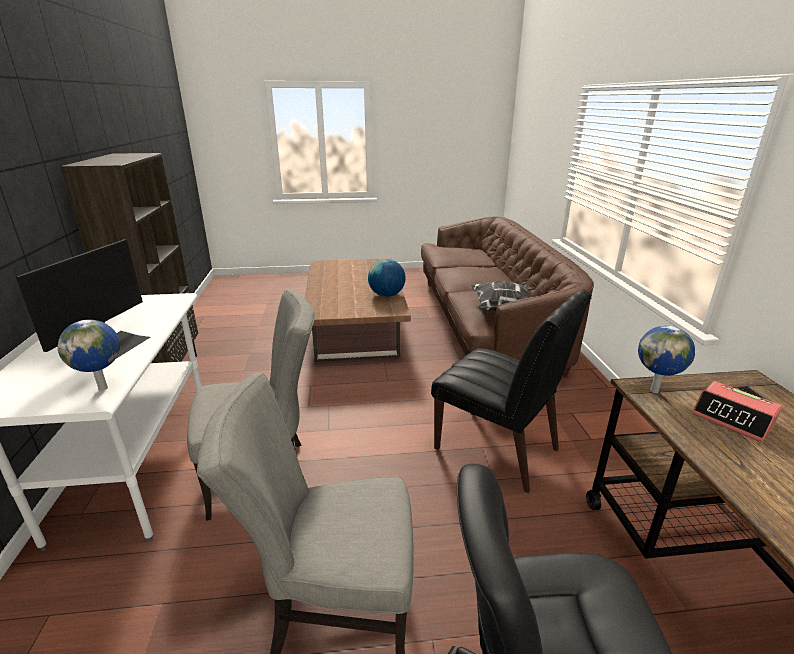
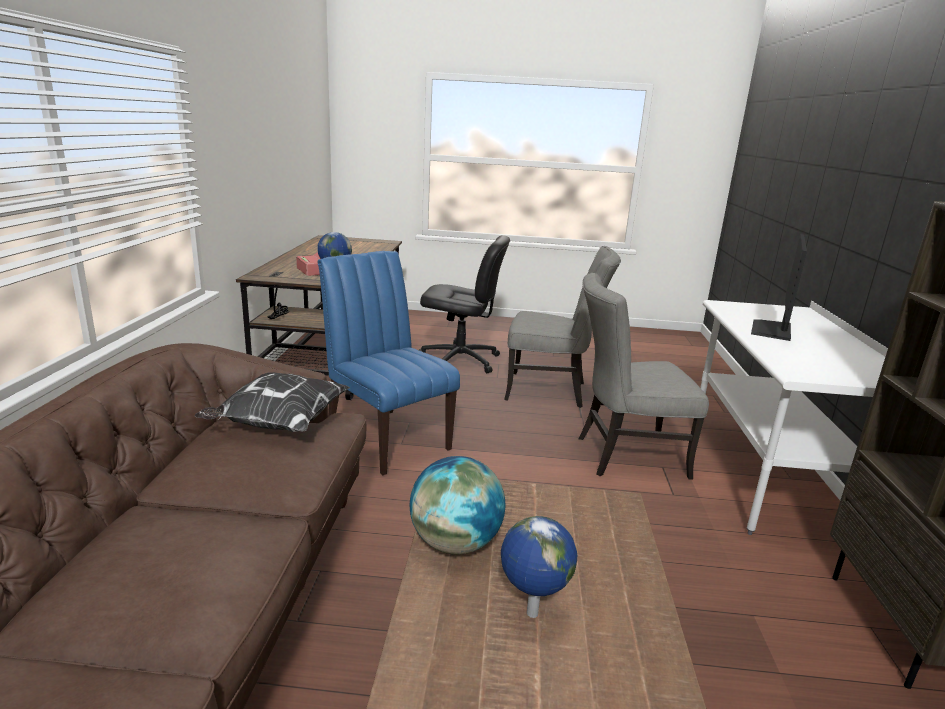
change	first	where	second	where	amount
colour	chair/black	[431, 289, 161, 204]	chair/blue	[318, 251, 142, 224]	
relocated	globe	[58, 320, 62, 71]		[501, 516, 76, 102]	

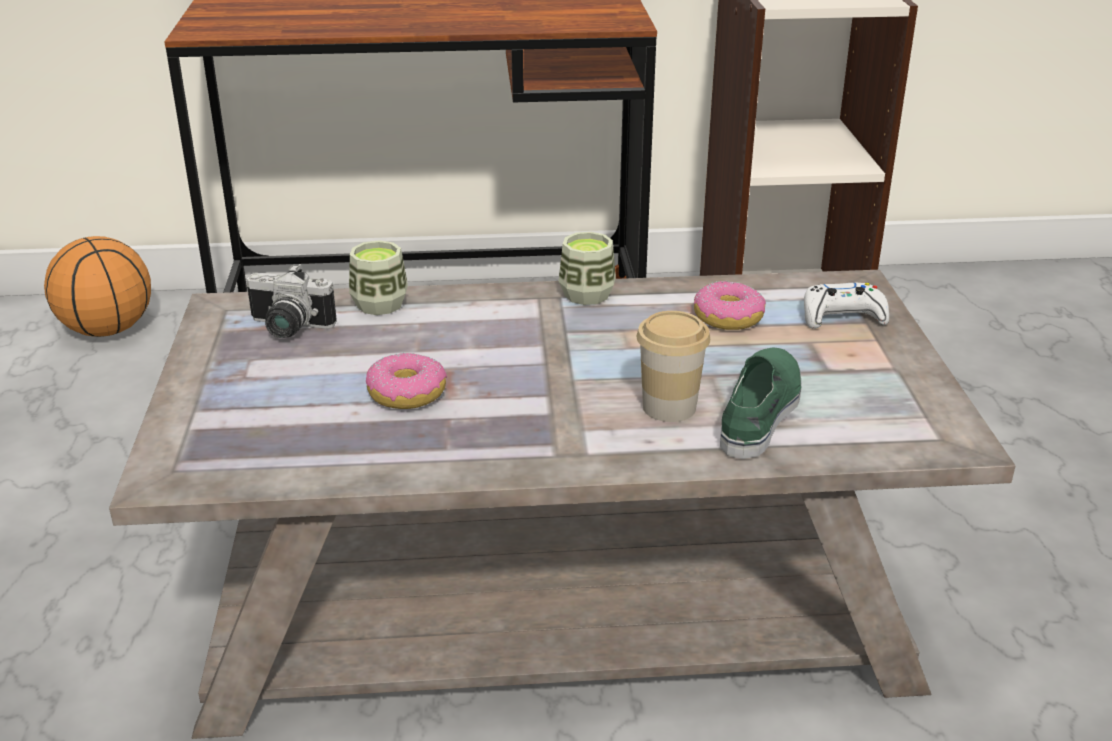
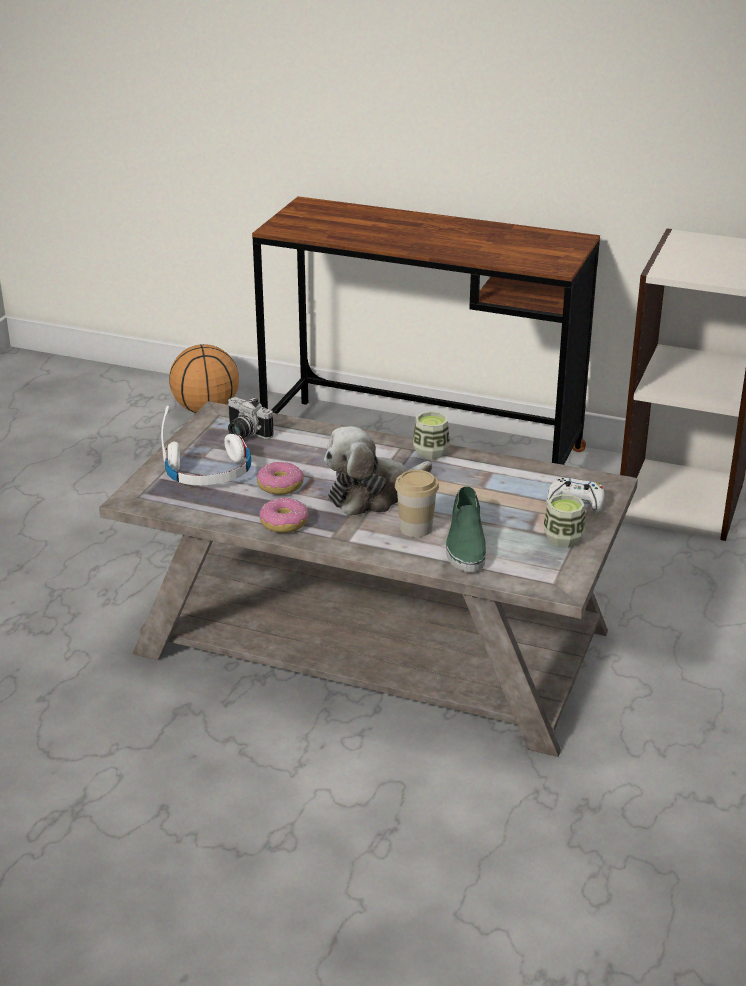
change	first	where	second	where	amount
appeared			headphones/white	[161, 406, 90, 79]	
relocated	donut	[694, 281, 72, 49]		[260, 497, 48, 36]	
appeared			plush toy	[324, 426, 108, 90]	
spun	shoe/green	[720, 347, 82, 112]		[446, 486, 40, 86]	135 degrees clockwise
relocated	cup	[349, 240, 59, 75]		[543, 494, 42, 54]	

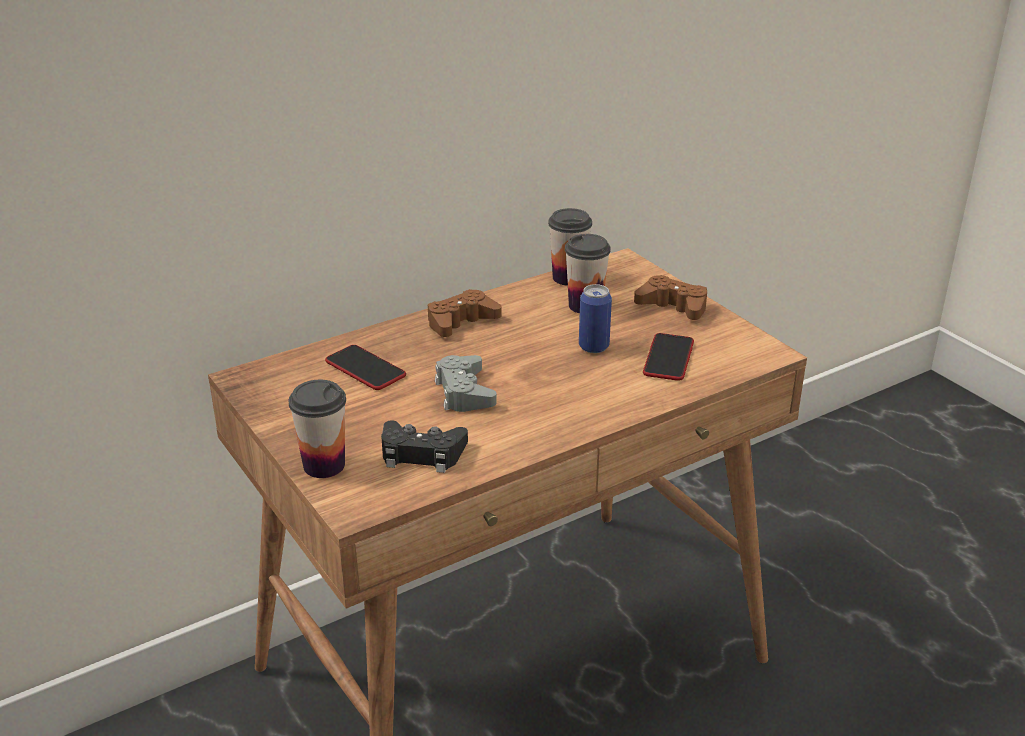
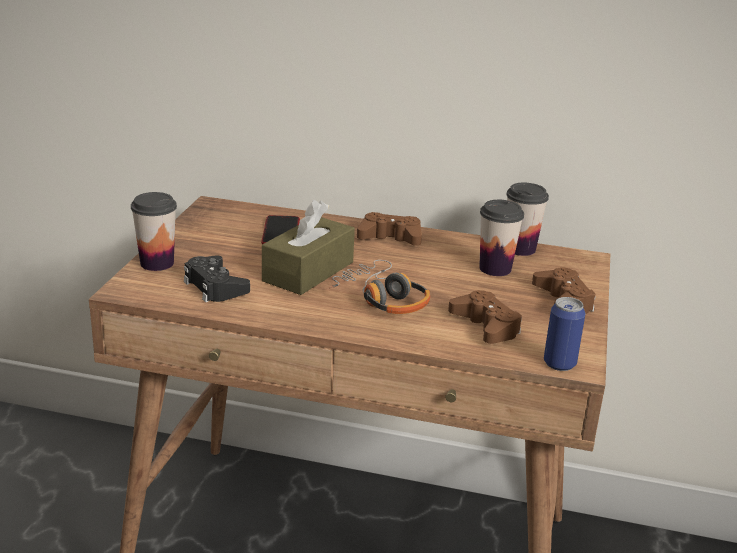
change	first	where	second	where	amount
exchanged	game controller/grey	[435, 355, 62, 57]	tissue box/brown	[262, 200, 93, 95]	
appeared			headphones	[329, 260, 101, 54]	
exchanged	phone	[643, 333, 51, 48]	game controller/brown	[448, 290, 74, 54]	
relocated	can	[579, 284, 33, 69]		[544, 297, 41, 74]	

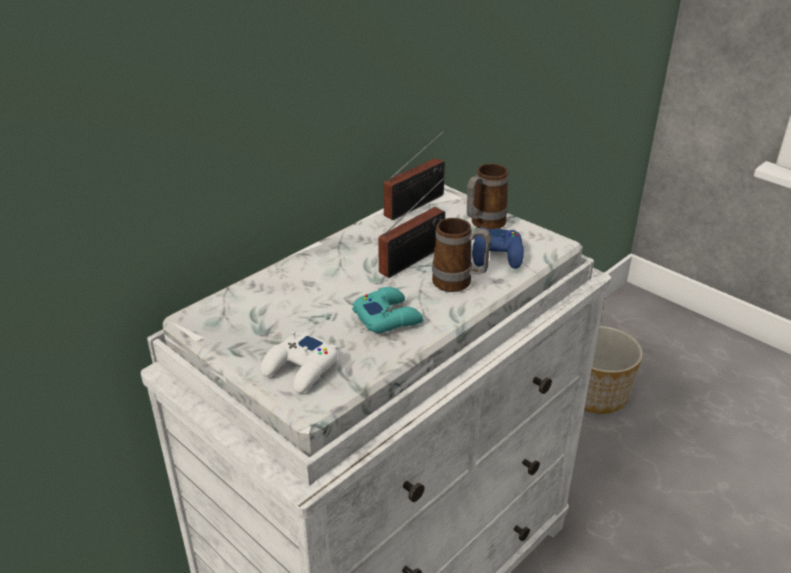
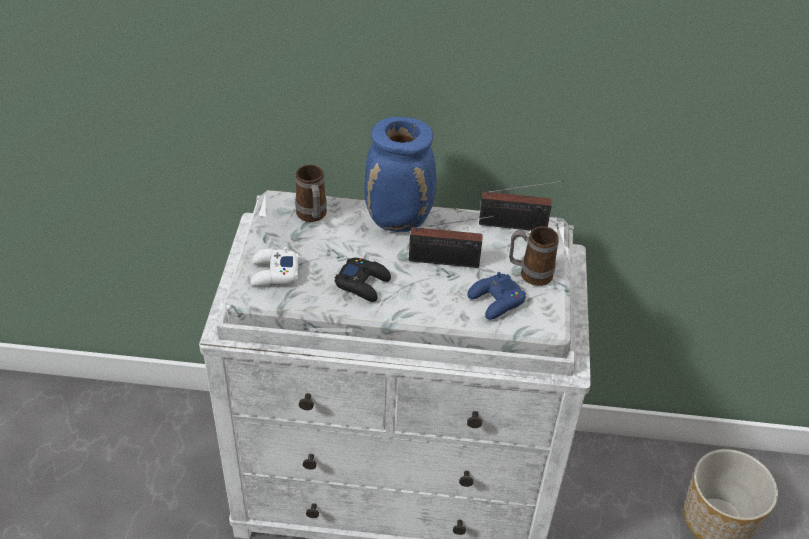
change	first	where	second	where	amount
relocated	mug	[432, 218, 59, 74]		[295, 165, 32, 57]	
colour	game controller/turquoise	[352, 287, 71, 46]	game controller/black	[334, 258, 57, 44]	
appeared			vase/blue	[365, 117, 71, 115]	

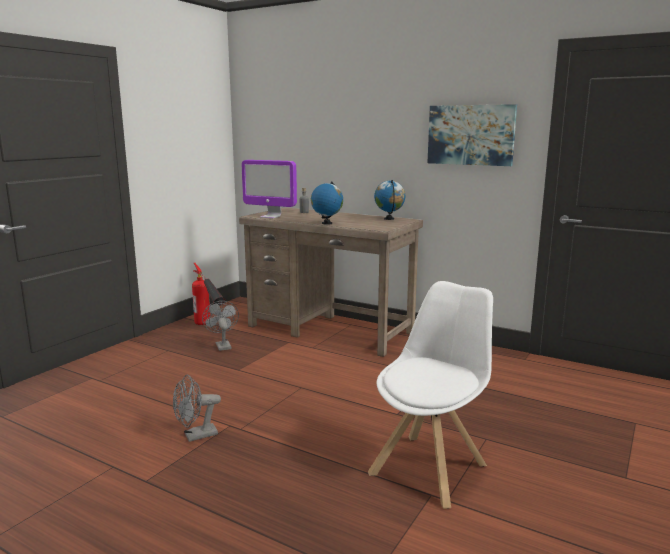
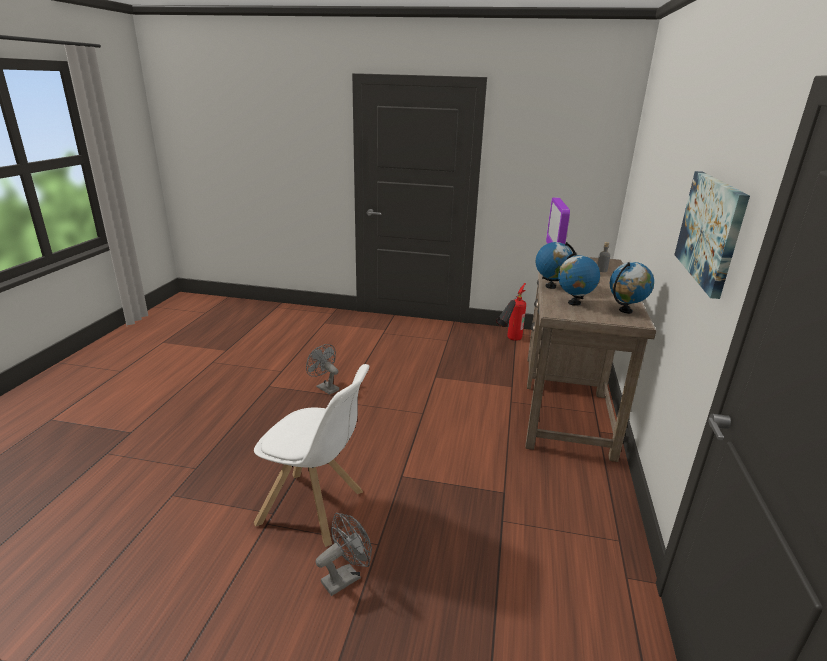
change	first	where	second	where	amount
relocated	fan/grey	[202, 301, 37, 50]		[316, 513, 56, 83]	
appeared			globe	[558, 252, 42, 54]	

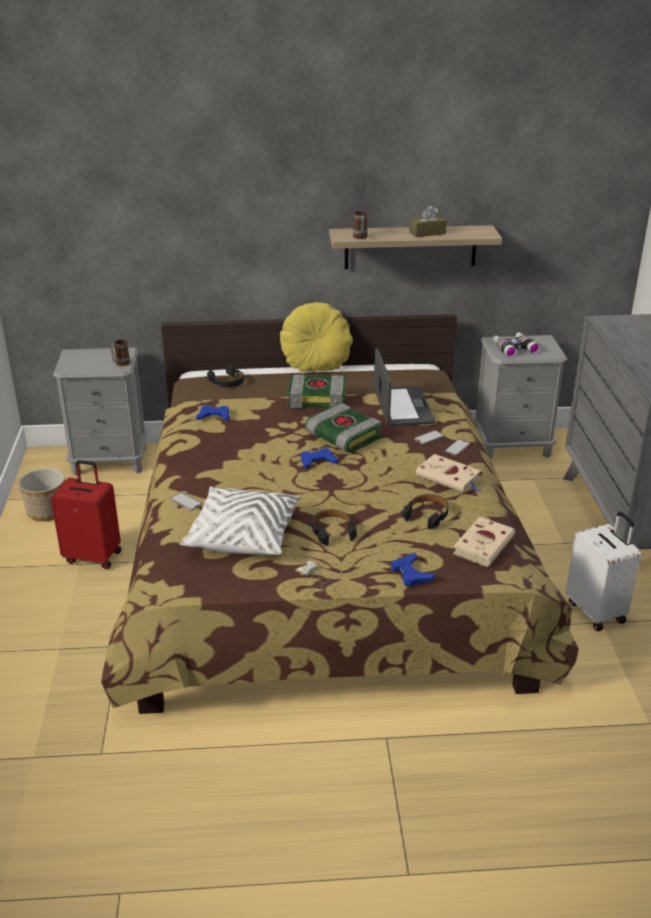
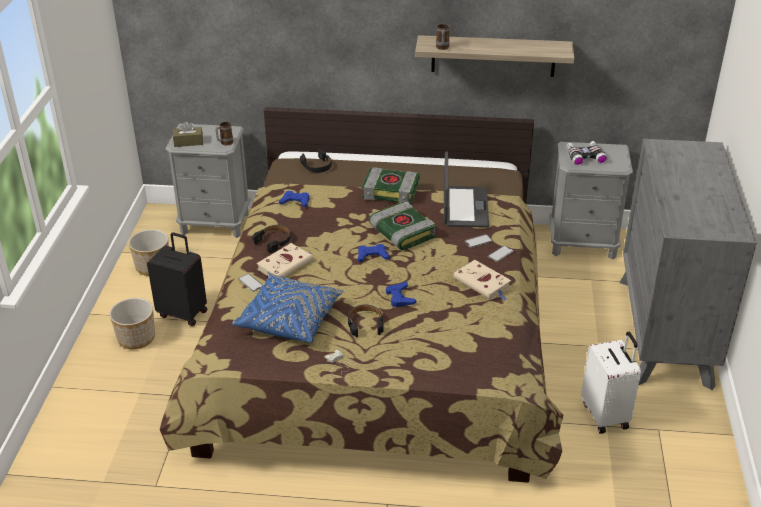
change	first	where	second	where	amount
appeared			planter	[110, 298, 45, 51]	
colour	suitcase/red	[51, 460, 71, 109]	suitcase/black	[147, 232, 60, 94]	
relocated	tissue box/brown	[409, 206, 38, 31]		[173, 121, 30, 26]	
colour	pillow/white	[179, 487, 122, 68]	pillow/blue	[232, 273, 111, 70]	
relocated	headphones/black	[402, 494, 47, 35]		[252, 225, 39, 27]	
relocated	book/beige	[453, 517, 62, 50]		[257, 243, 56, 34]	
relocated	game controller/blue	[391, 553, 44, 34]		[386, 282, 30, 25]	
missing	pillow/yellow	[280, 302, 73, 70]			

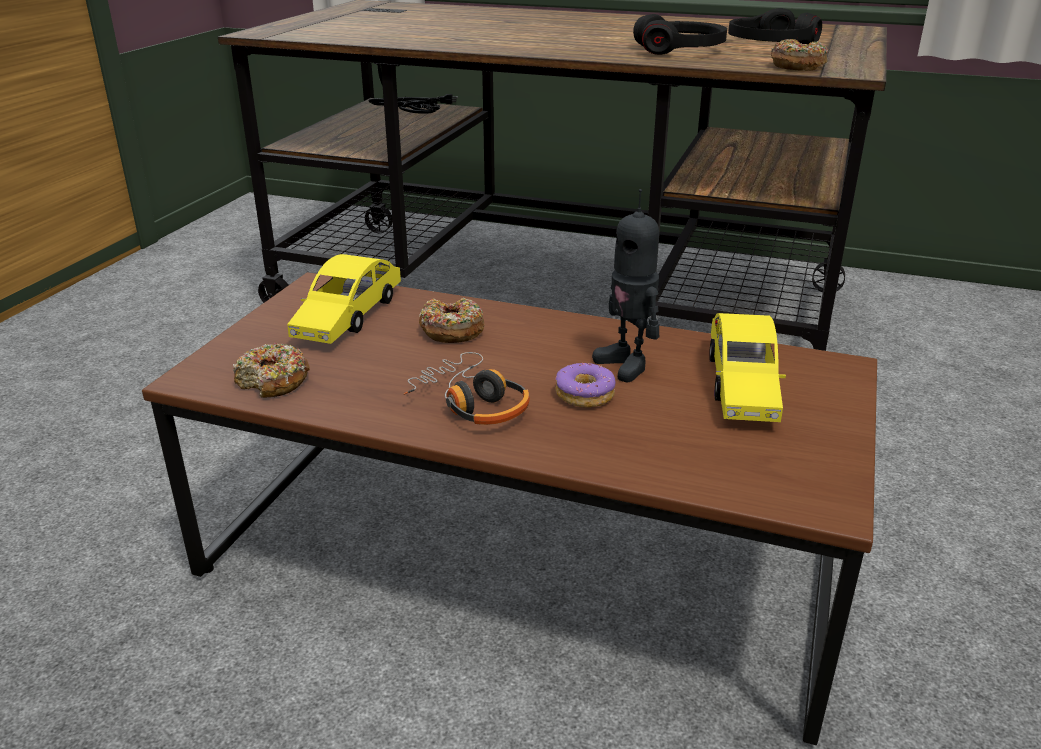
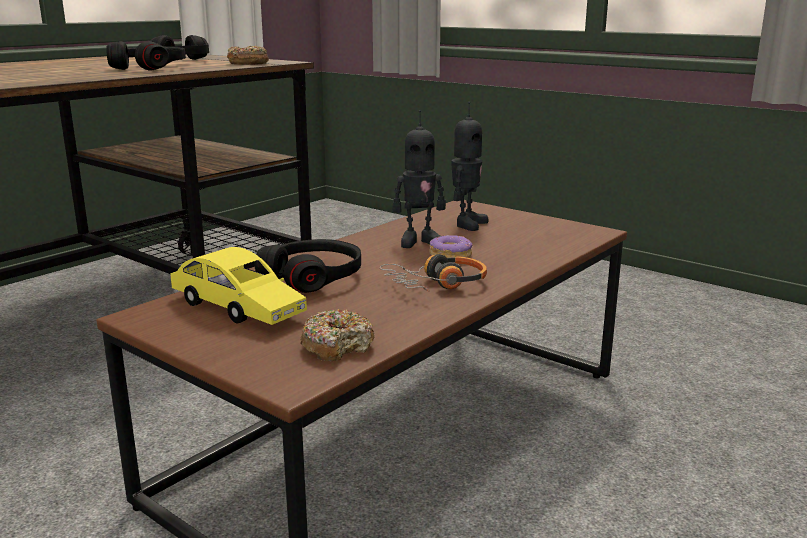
change	first	where	second	where	amount
exchanged	donut	[419, 298, 65, 45]	headphones/black	[254, 239, 107, 54]	
exchanged	toy car/yellow	[709, 313, 77, 109]	toy robot	[452, 102, 37, 129]	

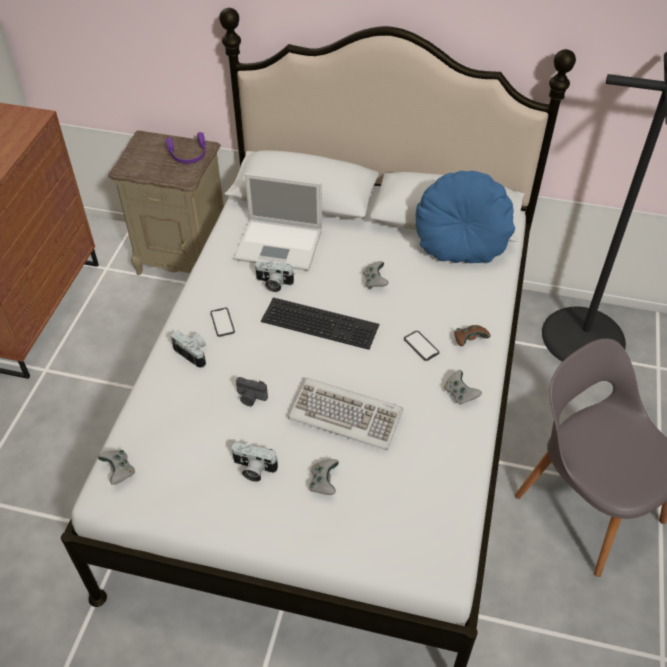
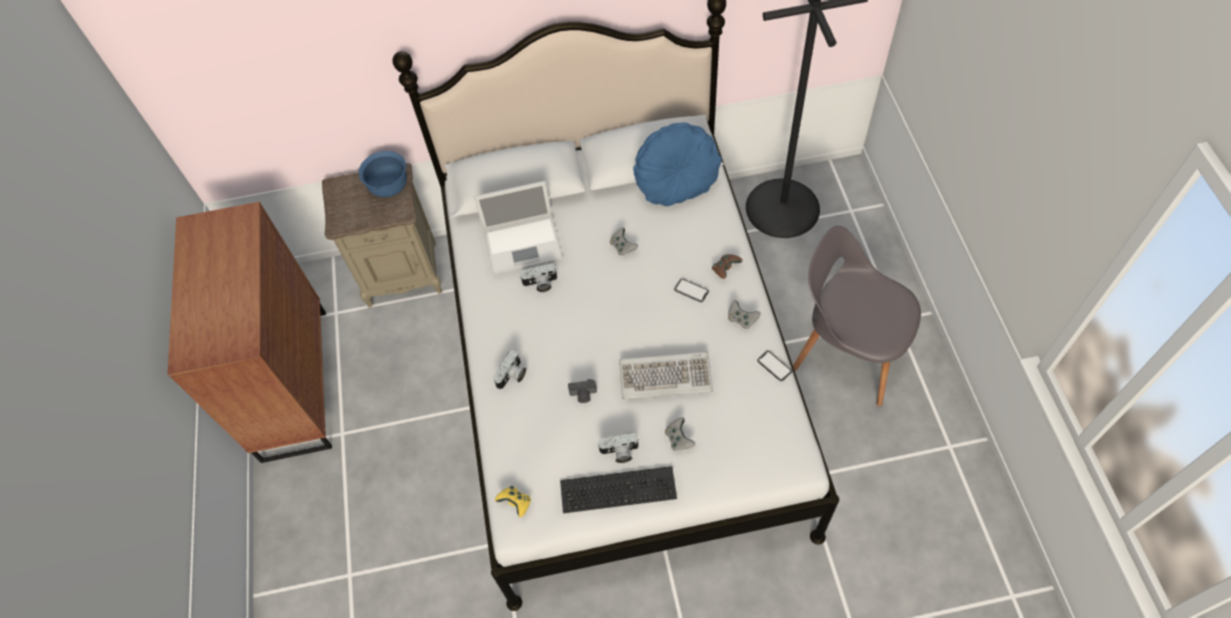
change	first	where	second	where	amount
exchanged	headphones/purple	[166, 132, 40, 32]	bowl/blue	[358, 151, 49, 46]	
spun	photo camera	[171, 330, 35, 38]		[493, 350, 33, 39]	105 degrees clockwise
colour	game controller/grey	[98, 450, 37, 35]	game controller/yellow	[495, 486, 36, 31]	
relocated	keyboard	[261, 297, 118, 53]		[560, 466, 117, 47]	
relocated	phone	[210, 308, 25, 29]		[757, 351, 35, 30]	

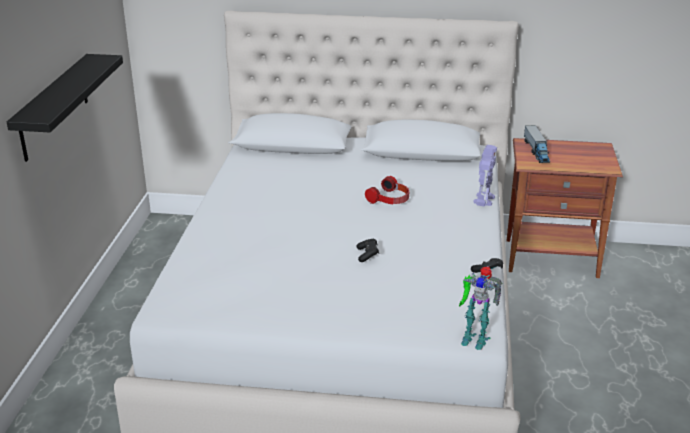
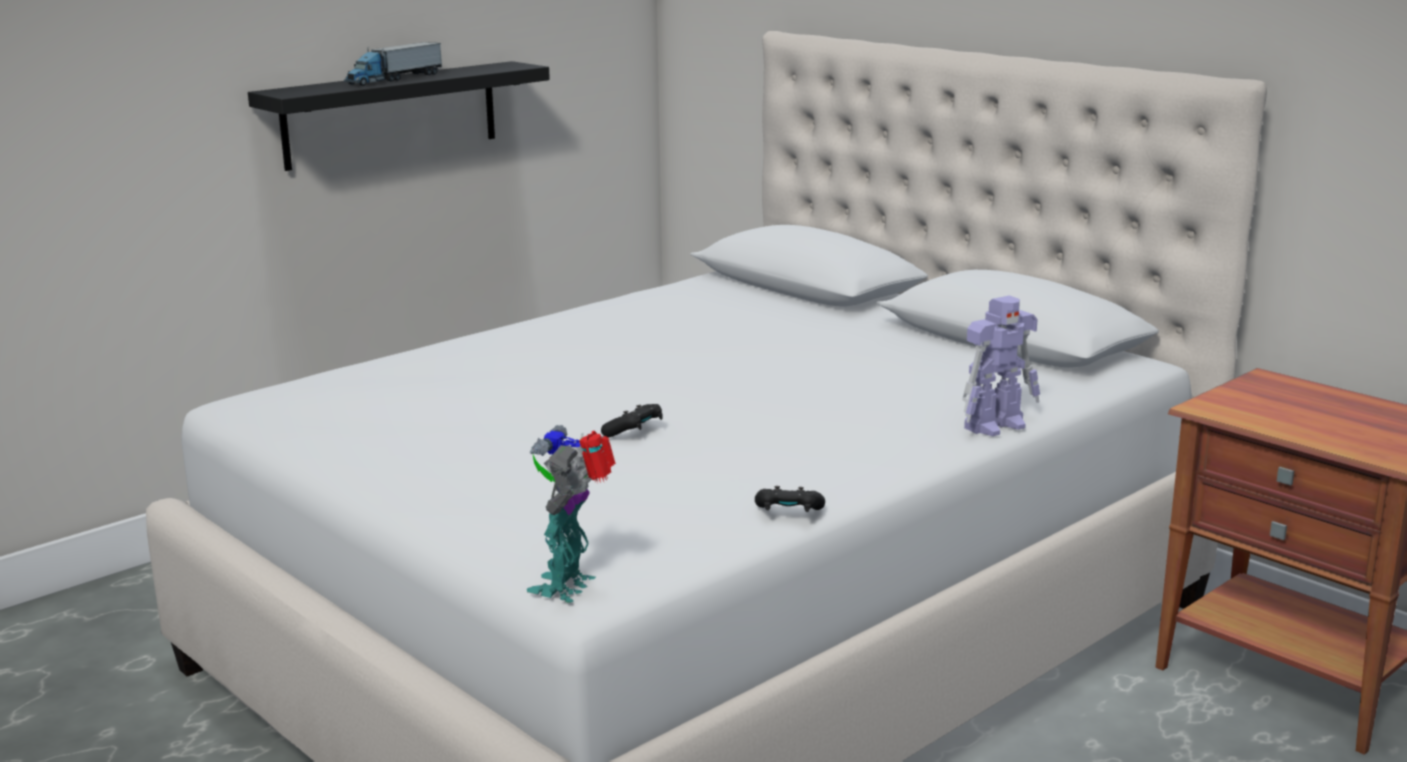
change	first	where	second	where	amount
relocated	toy truck	[524, 125, 26, 38]		[344, 42, 98, 44]	
spun	toy robot	[459, 266, 44, 84]		[527, 425, 89, 178]	45 degrees clockwise
missing	headphones	[365, 176, 44, 28]			

